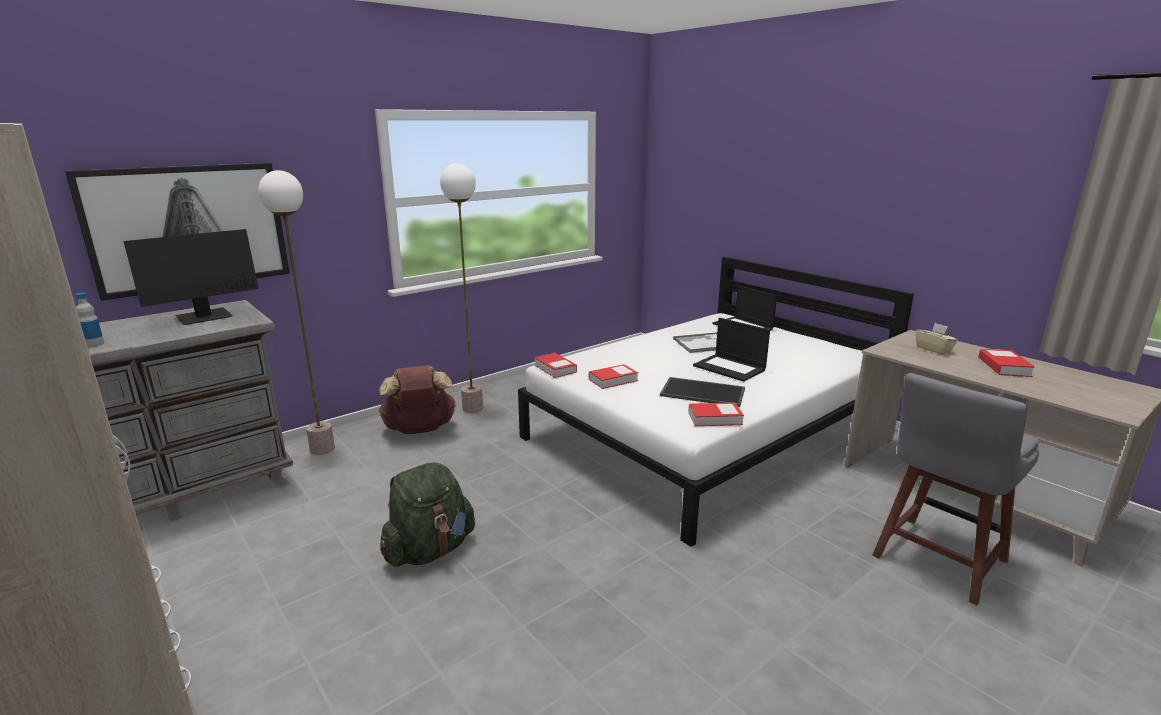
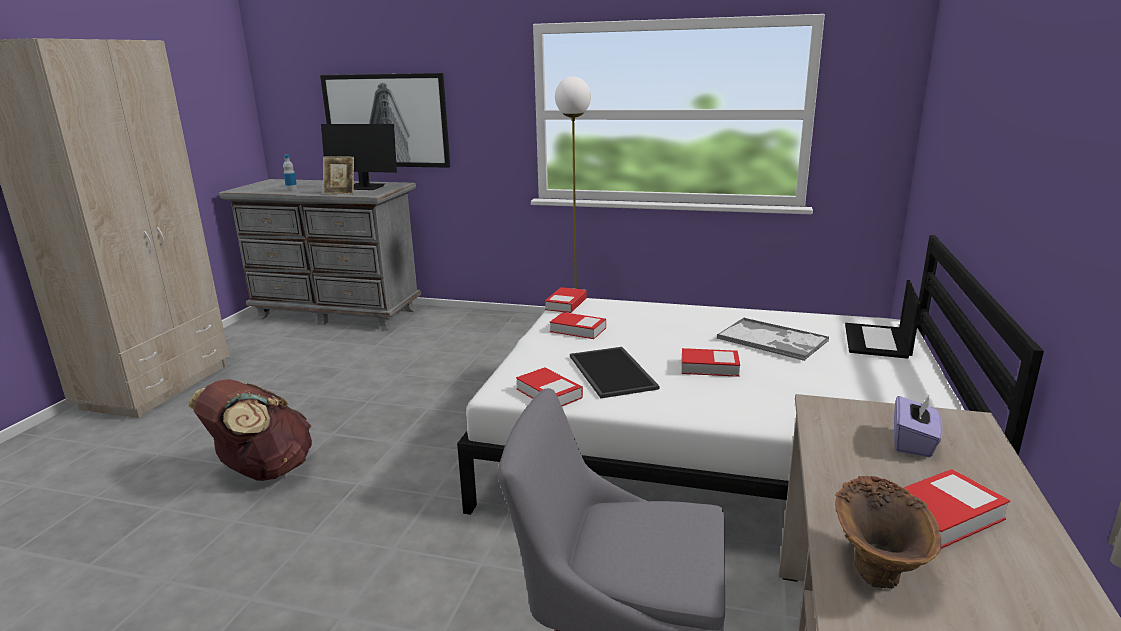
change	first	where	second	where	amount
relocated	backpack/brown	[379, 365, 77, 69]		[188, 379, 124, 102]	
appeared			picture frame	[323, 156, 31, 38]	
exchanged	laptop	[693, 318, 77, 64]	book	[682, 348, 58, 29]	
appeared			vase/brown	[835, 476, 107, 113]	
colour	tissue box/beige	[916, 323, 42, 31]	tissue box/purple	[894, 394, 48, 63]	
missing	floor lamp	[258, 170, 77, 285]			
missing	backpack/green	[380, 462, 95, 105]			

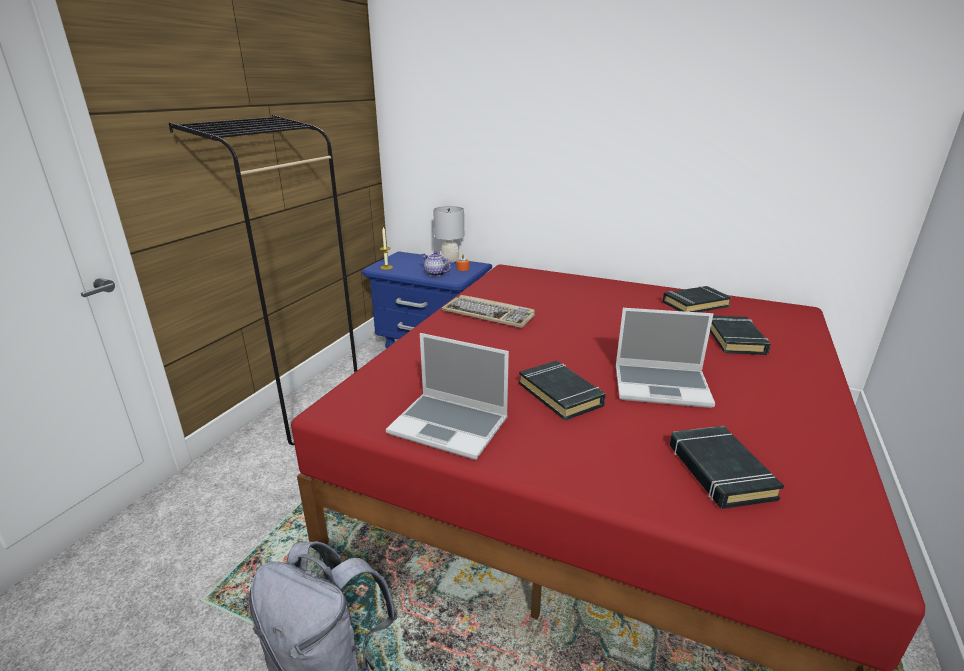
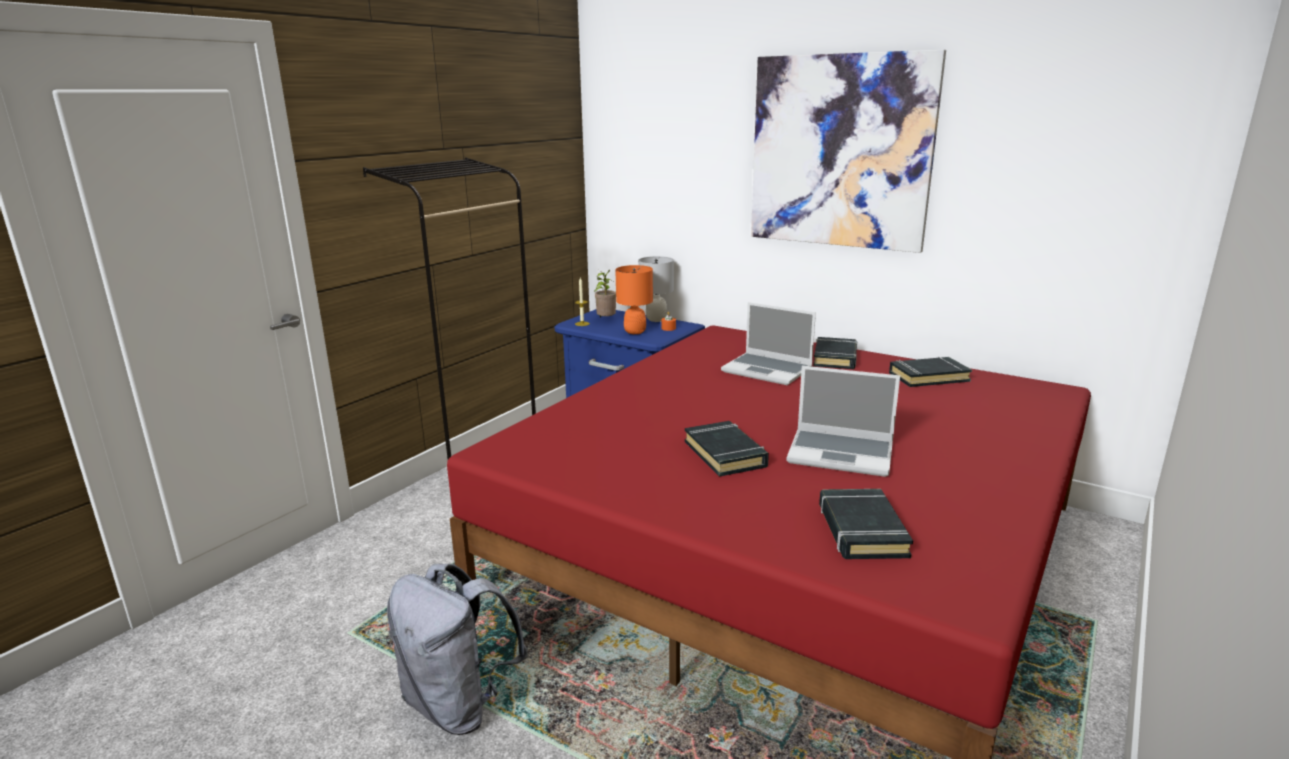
change	first	where	second	where	amount
appeared			potted plant	[594, 270, 22, 47]	
exchanged	teapot	[421, 251, 30, 26]	table lamp/orange	[615, 265, 38, 69]	
relocated	laptop	[386, 333, 123, 127]		[721, 302, 95, 83]	
appeared			picture	[751, 49, 195, 204]	
relocated	book/black	[710, 316, 61, 39]		[813, 337, 44, 32]	
missing	keyboard	[442, 295, 93, 33]			

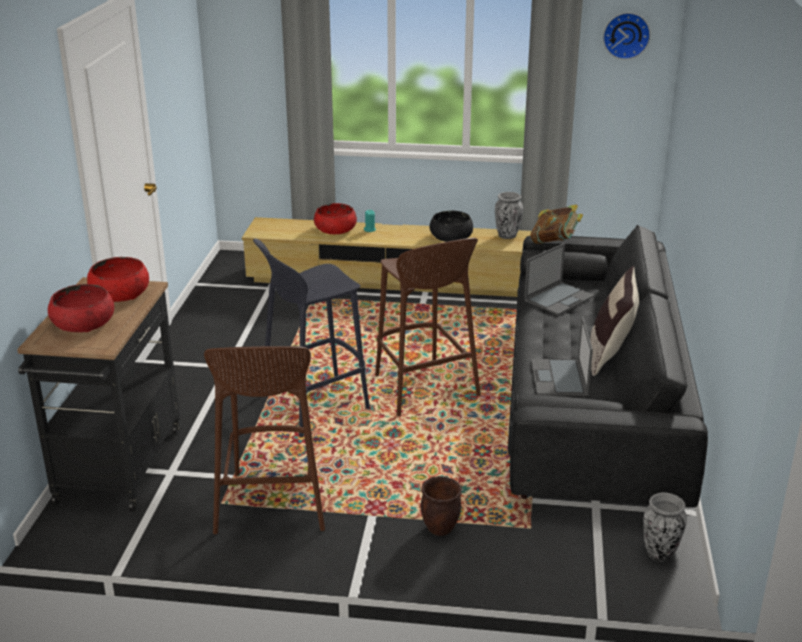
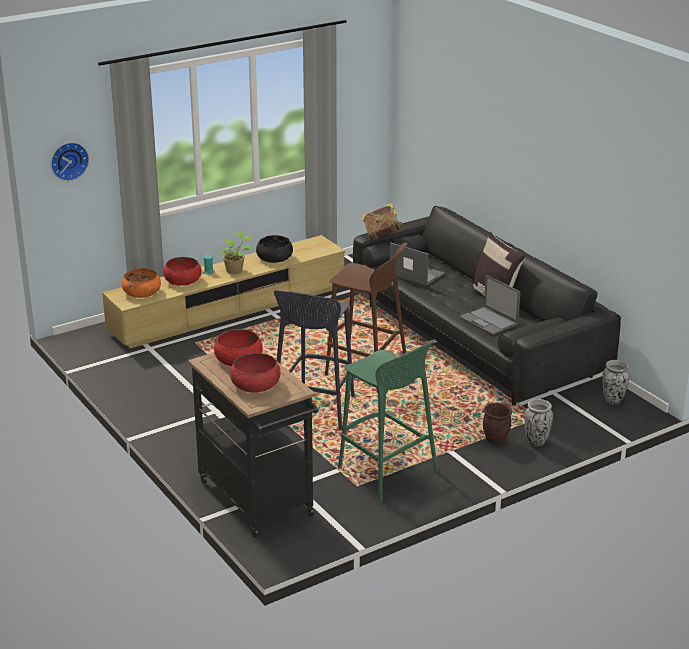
change	first	where	second	where	amount
relocated	wall clock	[603, 13, 47, 46]		[51, 142, 38, 39]	
appeared			bowl/orange	[122, 268, 39, 30]	
appeared			potted plant	[220, 232, 32, 42]	
colour	stool/brown	[204, 346, 121, 188]	stool/green	[338, 339, 100, 164]	
spun	laptop	[524, 243, 71, 72]		[390, 243, 55, 43]	60 degrees counterclockwise
relocated	vase	[495, 192, 28, 47]		[524, 399, 29, 47]	

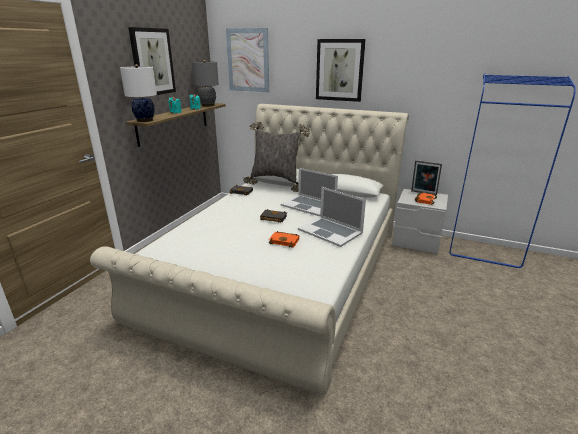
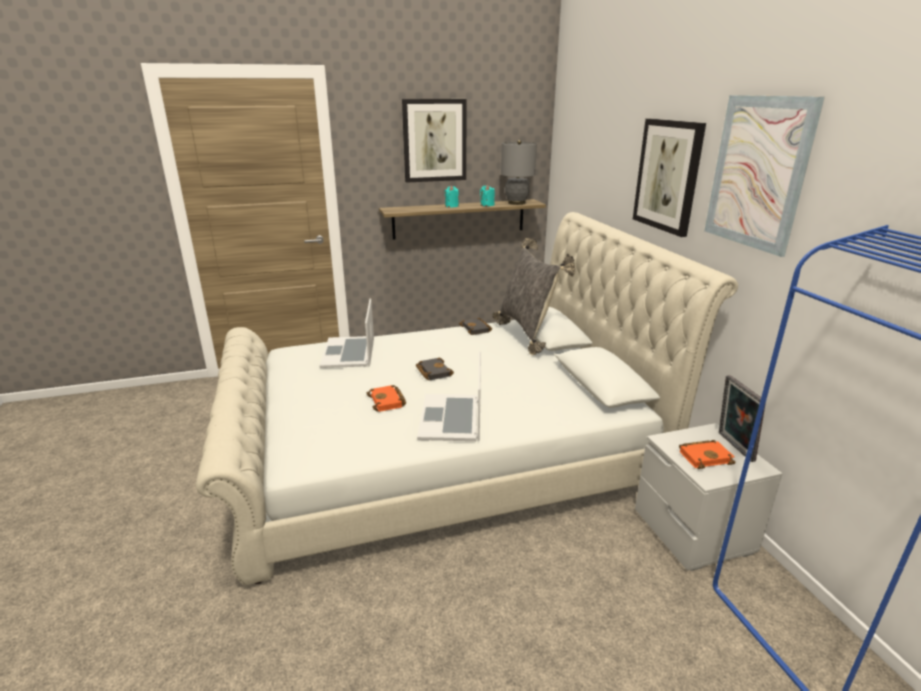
change	first	where	second	where	amount
relocated	laptop	[281, 168, 57, 49]		[319, 299, 55, 69]	
relocated	picture	[226, 28, 43, 64]		[704, 95, 121, 162]	
missing	table lamp/white	[120, 64, 37, 58]			

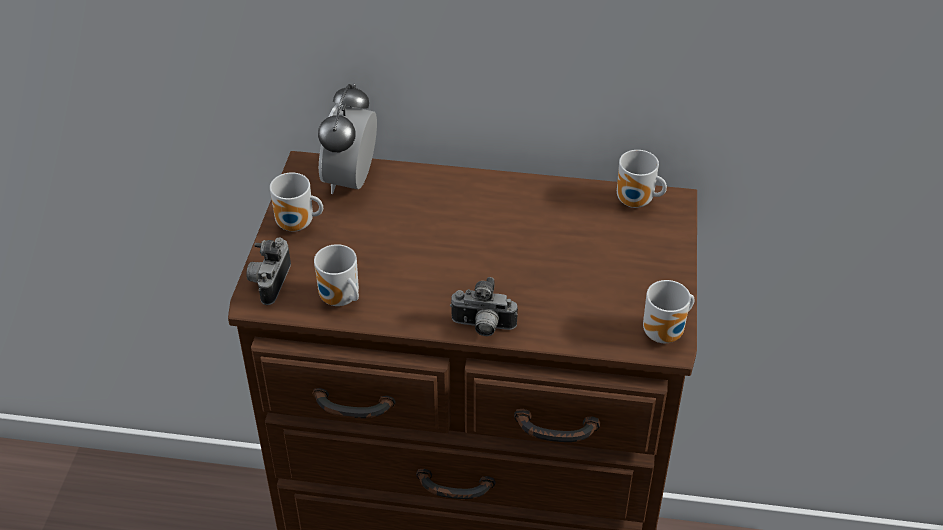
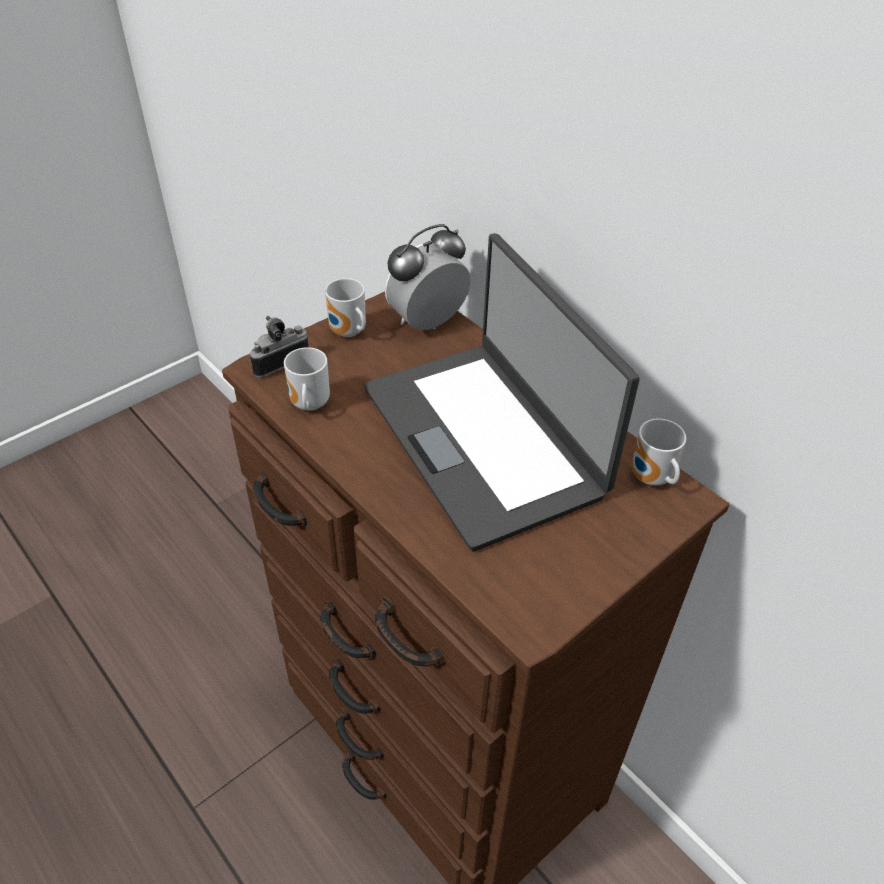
change	first	where	second	where	amount
appeared			laptop	[364, 233, 276, 318]	
missing	photo camera	[450, 277, 68, 59]			
missing	mug	[643, 280, 51, 63]			

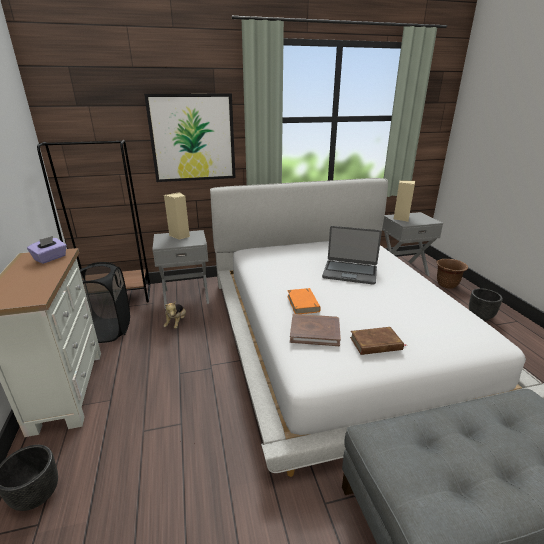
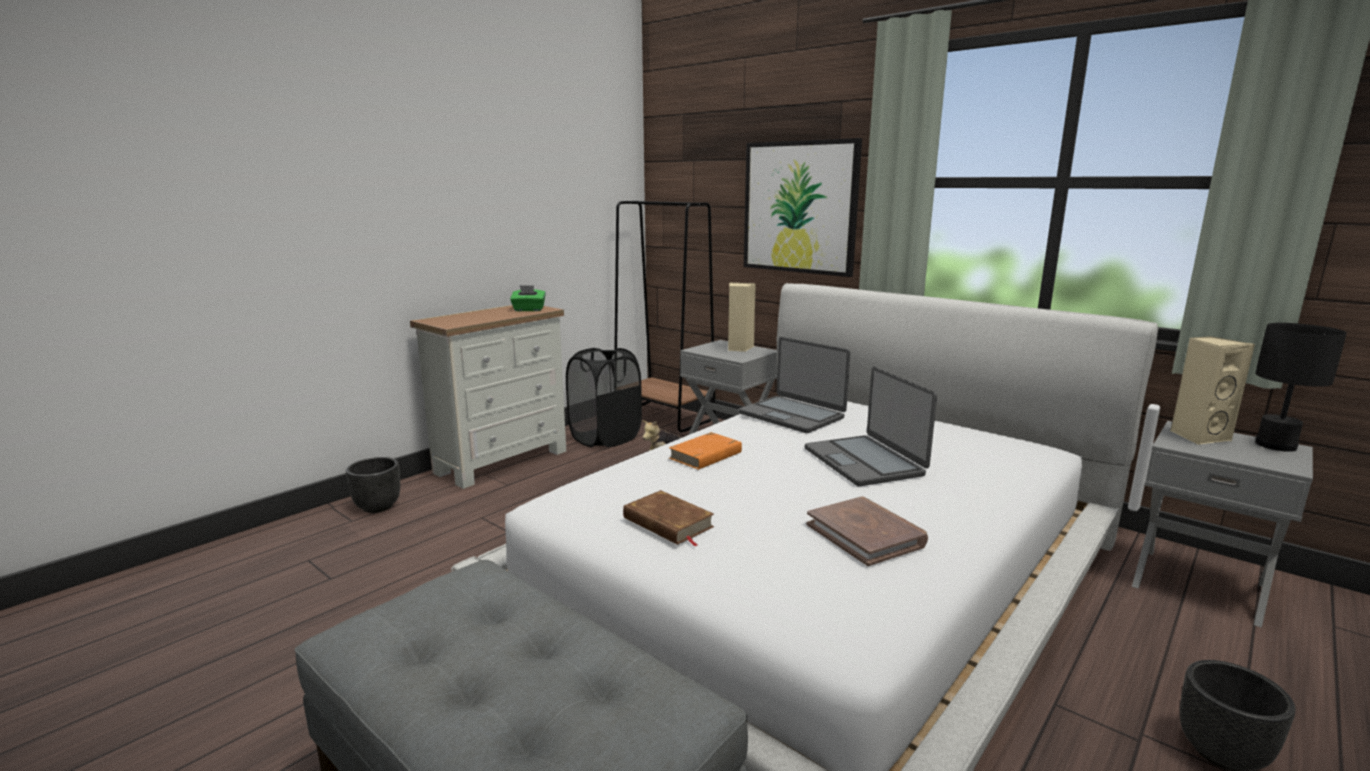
change	first	where	second	where	amount
colour	tissue box/purple	[27, 236, 40, 28]	tissue box/green	[510, 285, 36, 26]	
appeared			laptop	[739, 337, 111, 96]	
relocated	book/brown	[290, 314, 51, 32]		[807, 496, 121, 70]	
appeared			table lamp/black	[1255, 323, 92, 129]	
missing	planter/brown	[436, 259, 32, 30]			

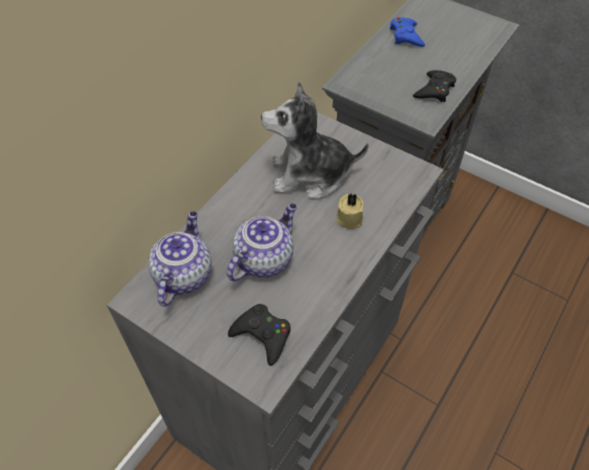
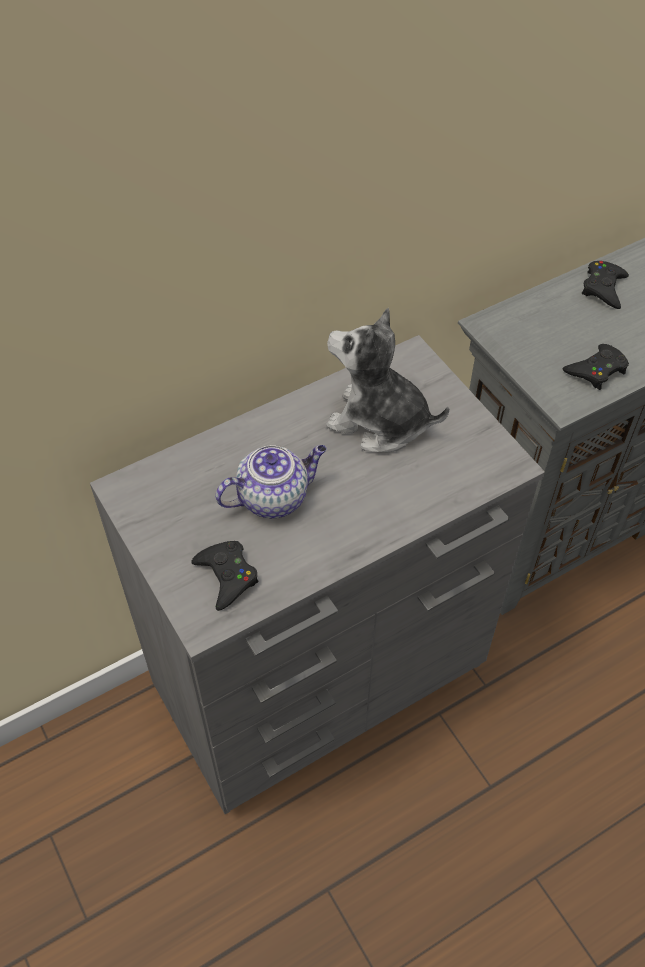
change	first	where	second	where	amount
colour	game controller/blue	[390, 18, 35, 29]	game controller/black	[582, 261, 47, 48]	
missing	teapot	[148, 211, 64, 96]			
missing	candle/beige	[336, 193, 28, 36]			

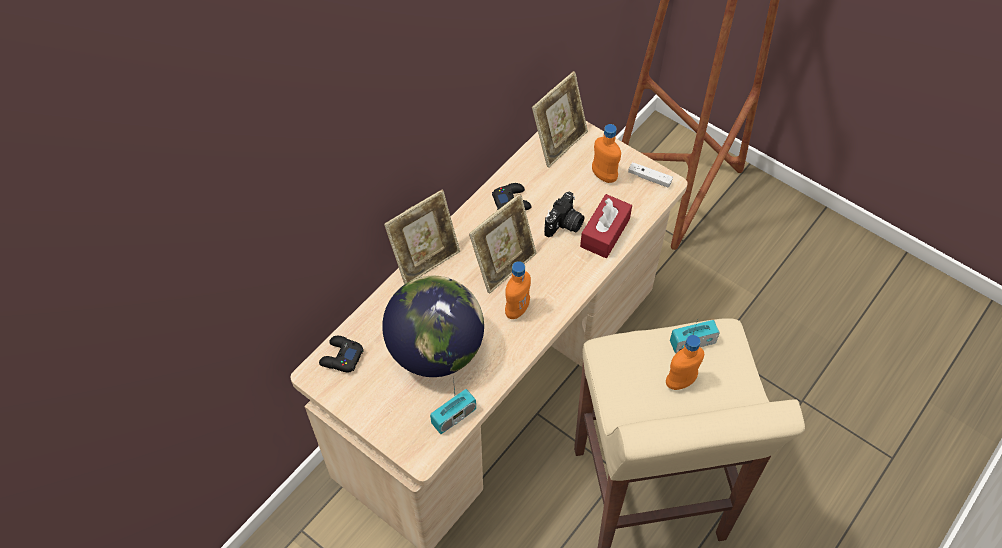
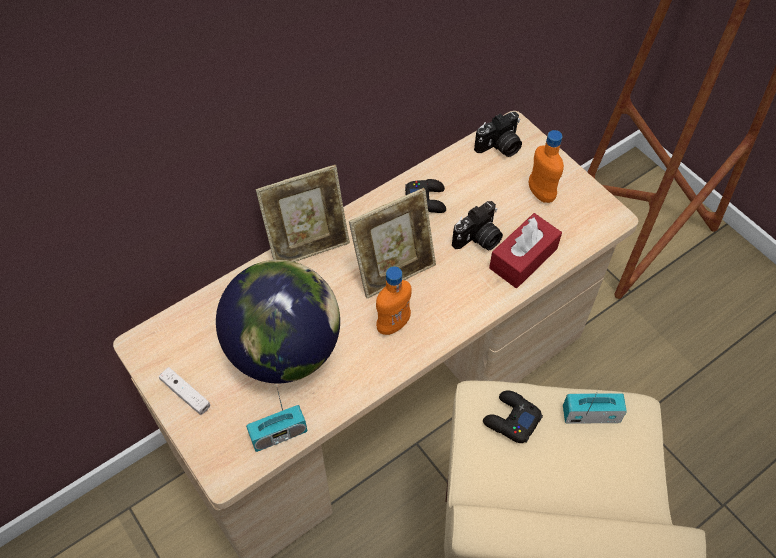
change	first	where	second	where	amount
relocated	game controller/white	[628, 162, 45, 26]		[159, 367, 51, 48]	
exchanged	picture frame	[532, 71, 56, 97]	photo camera	[474, 112, 48, 45]	
relocated	game controller/black	[319, 336, 45, 37]		[483, 390, 60, 53]	
missing	bottle/orange	[666, 335, 38, 55]			

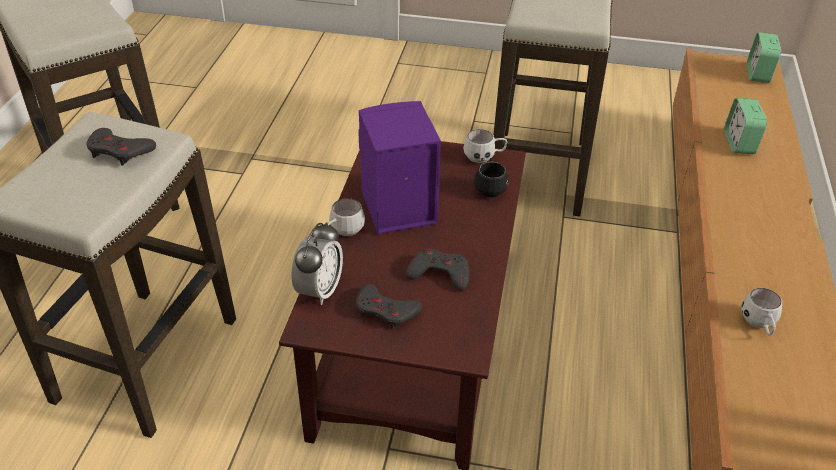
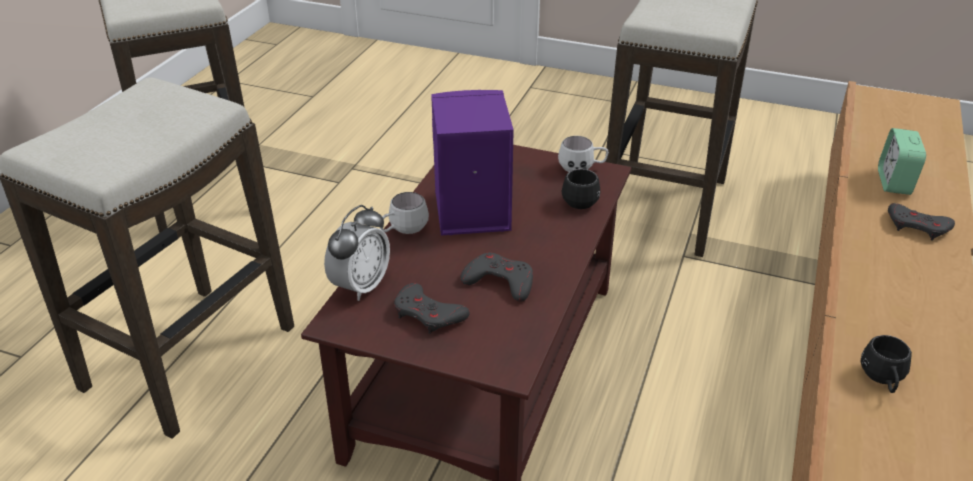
change	first	where	second	where	amount
colour	mug/white	[741, 288, 41, 48]	mug/black	[861, 335, 51, 58]	
relocated	game controller/grey	[86, 128, 70, 37]		[888, 203, 67, 37]	
missing	alarm clock	[747, 32, 34, 51]			

